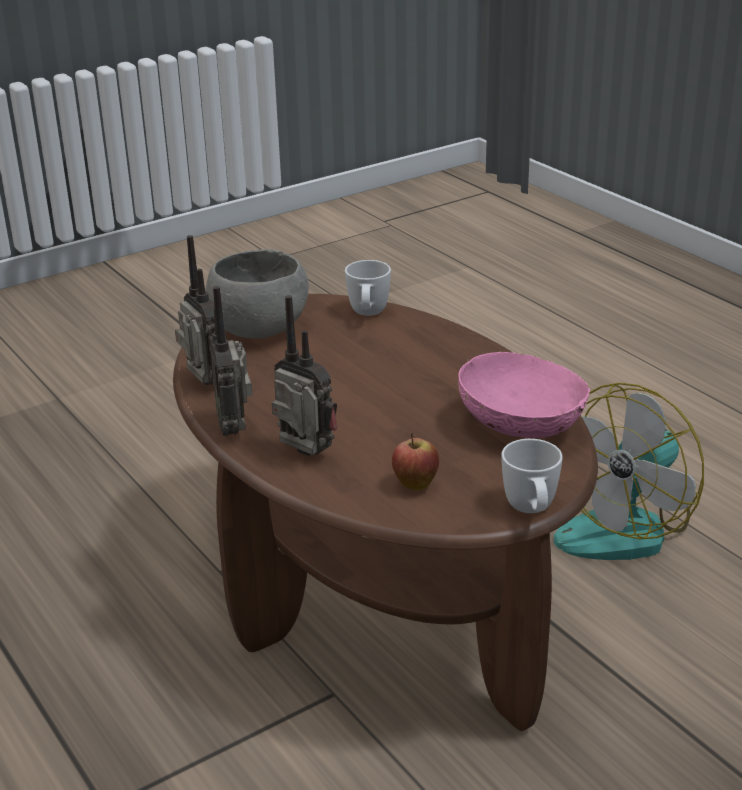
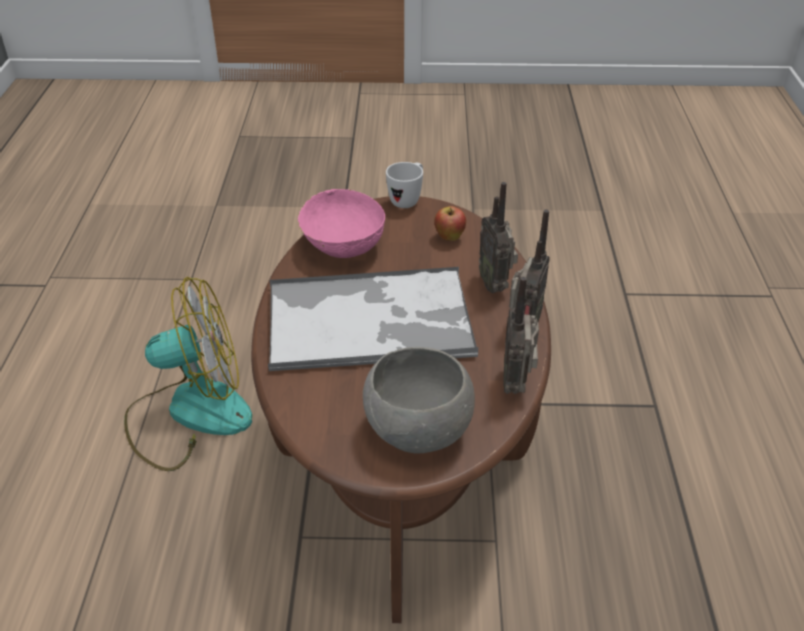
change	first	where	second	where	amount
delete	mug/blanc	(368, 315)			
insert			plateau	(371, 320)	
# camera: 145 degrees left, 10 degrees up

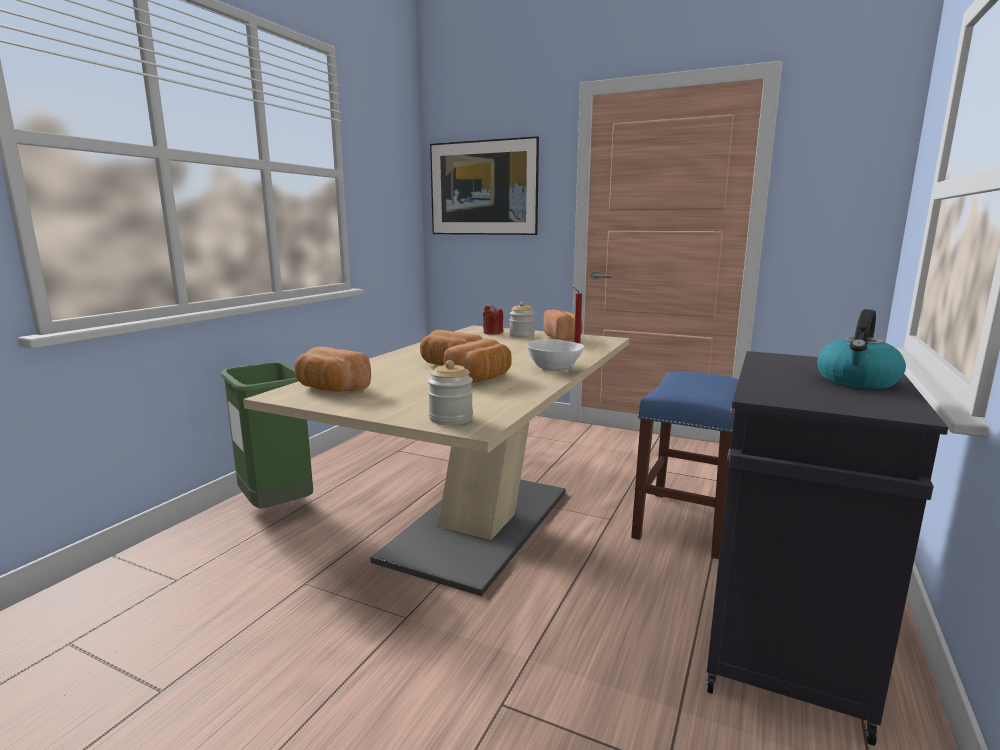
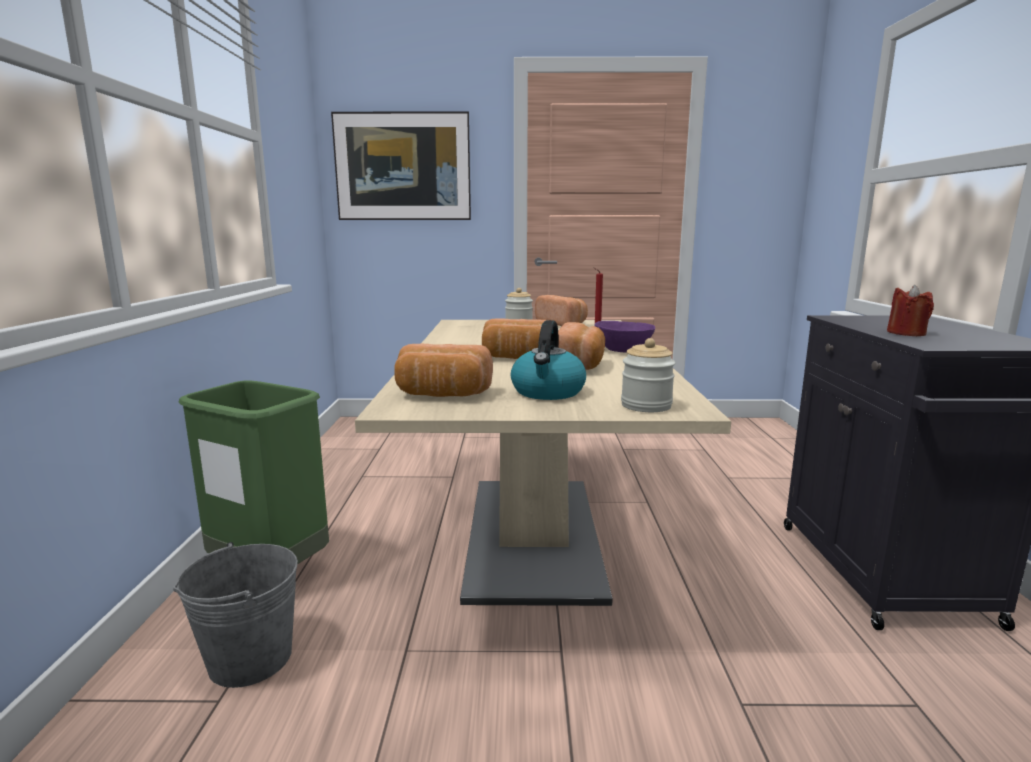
change	first	where	second	where	amount
move	bougie/rouge	(492, 332)		(906, 333)	
recolor	bol/blanc	(554, 368)	bol/violet	(624, 350)	
delete	tabouret/bleu	(685, 524)			
move	bouilloire	(857, 381)		(548, 392)	
insert			seau/gris	(250, 658)	
# camera: 25 degrees left, 0 degrees up

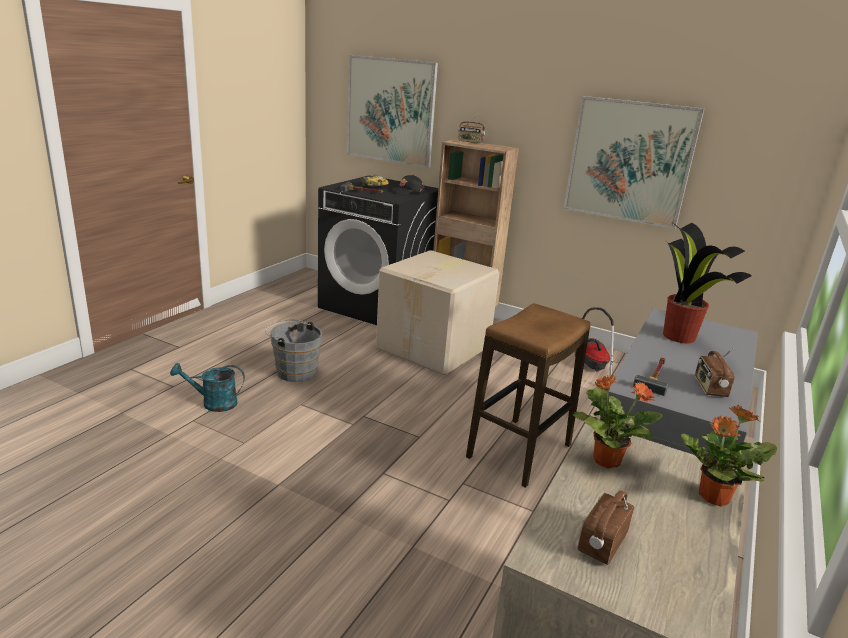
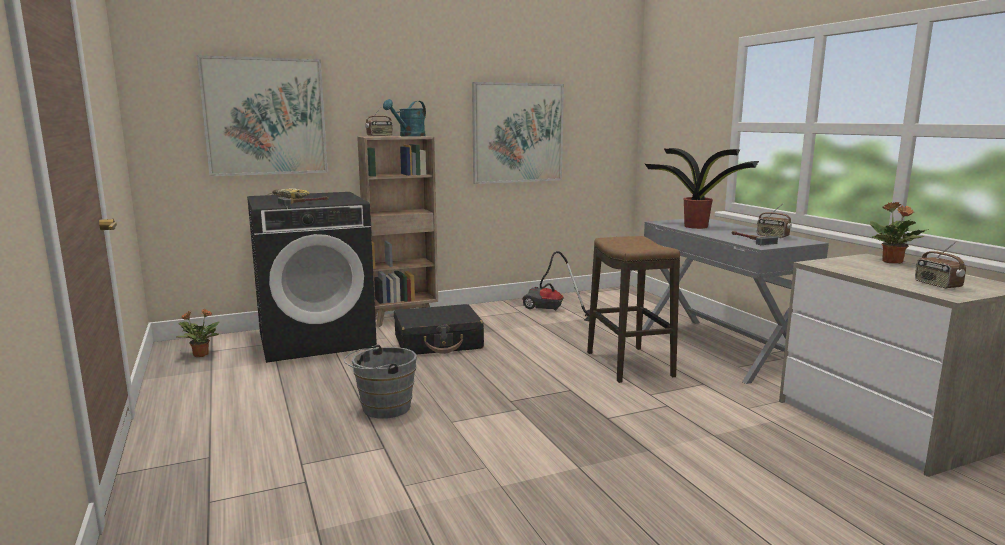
change	first	where	second	where	amount
move	arrosoir/turquoise	(213, 403)		(409, 136)	
replace	carton	(435, 348)	valise/noir	(438, 342)	
delete	casquette/noir	(407, 191)			
move	plante en pot	(605, 459)		(200, 355)	
# camera: 50 degrees left, 10 degrees down

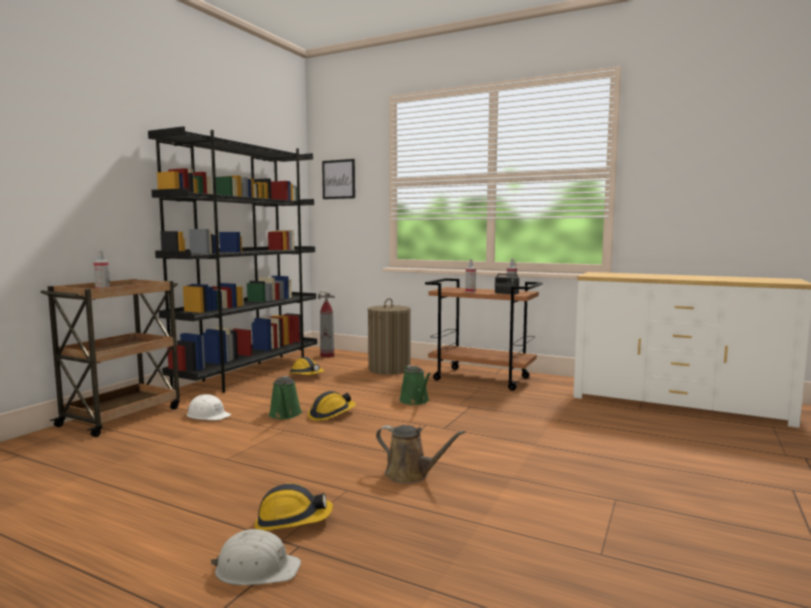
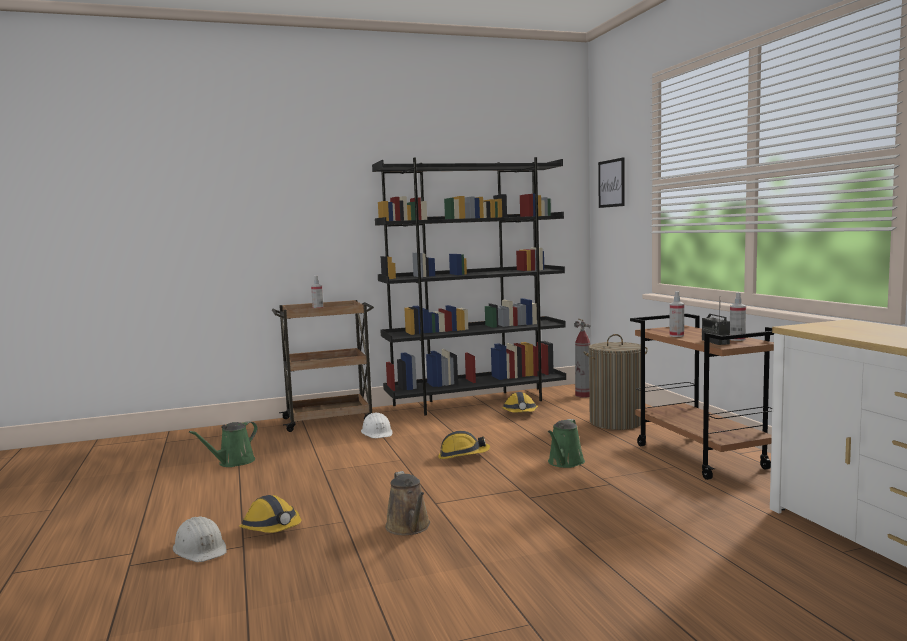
change	first	where	second	where	amount
move	arrosoir/vert	(285, 415)		(233, 462)	
# camera: 45 degrees right, 0 degrees up

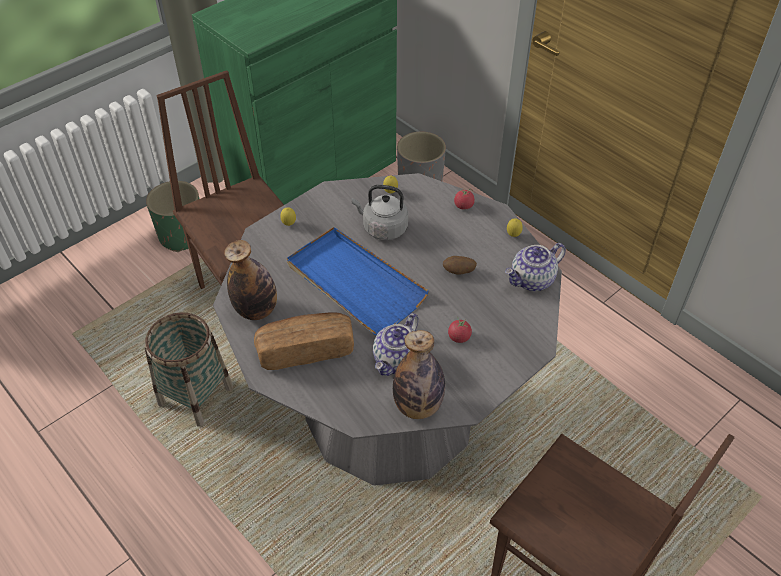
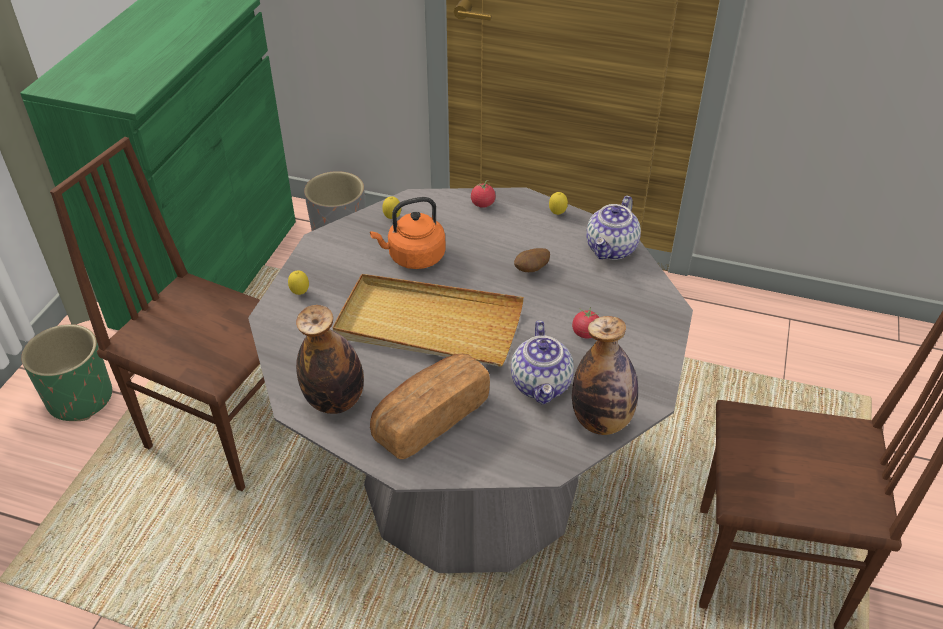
change	first	where	second	where	amount
delete	panier	(195, 396)			
recolor	plateau/bleu	(354, 283)	plateau/beige	(428, 325)	
recolor	bouilloire/gris	(382, 228)	bouilloire/orange	(413, 257)	
# camera: 30 degrees left, 5 degrees down

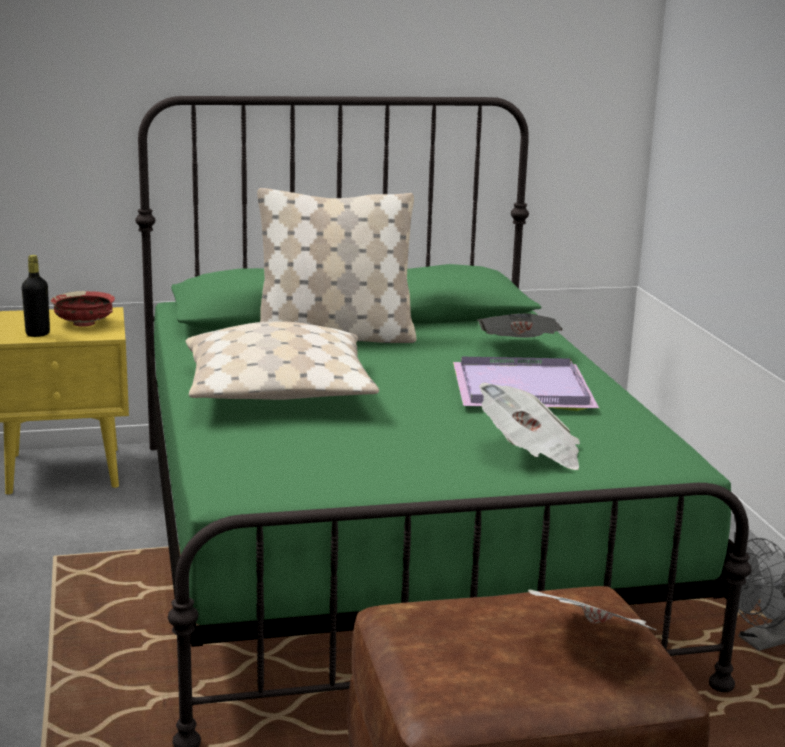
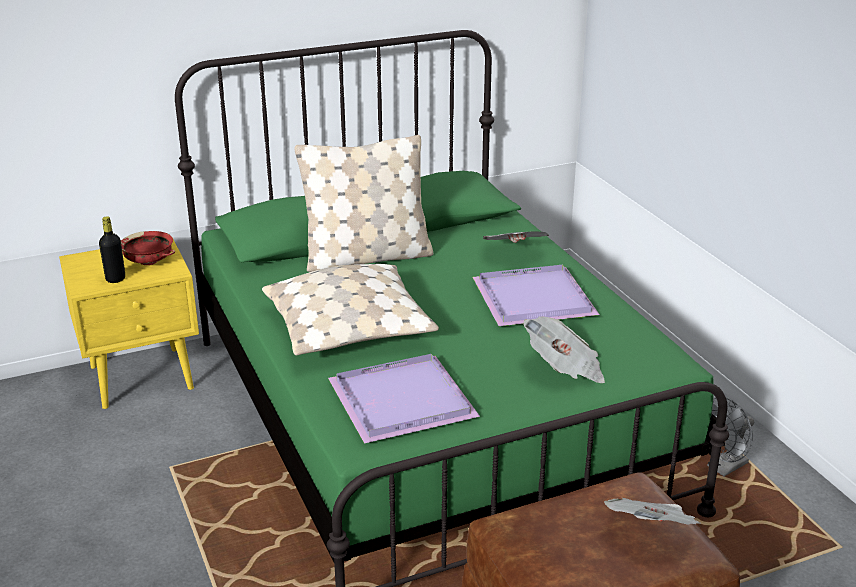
change	first	where	second	where	amount
insert			plateau/violet	(403, 399)	
# camera: 10 degrees left, 10 degrees up

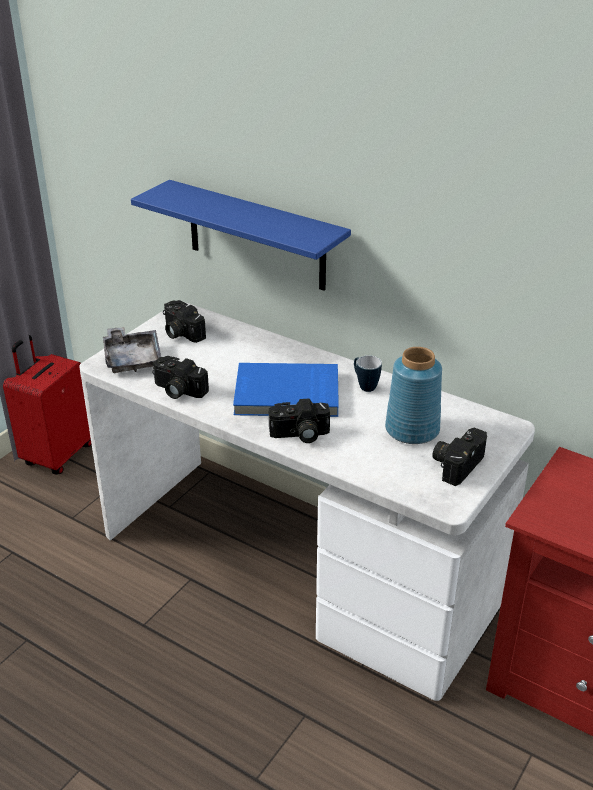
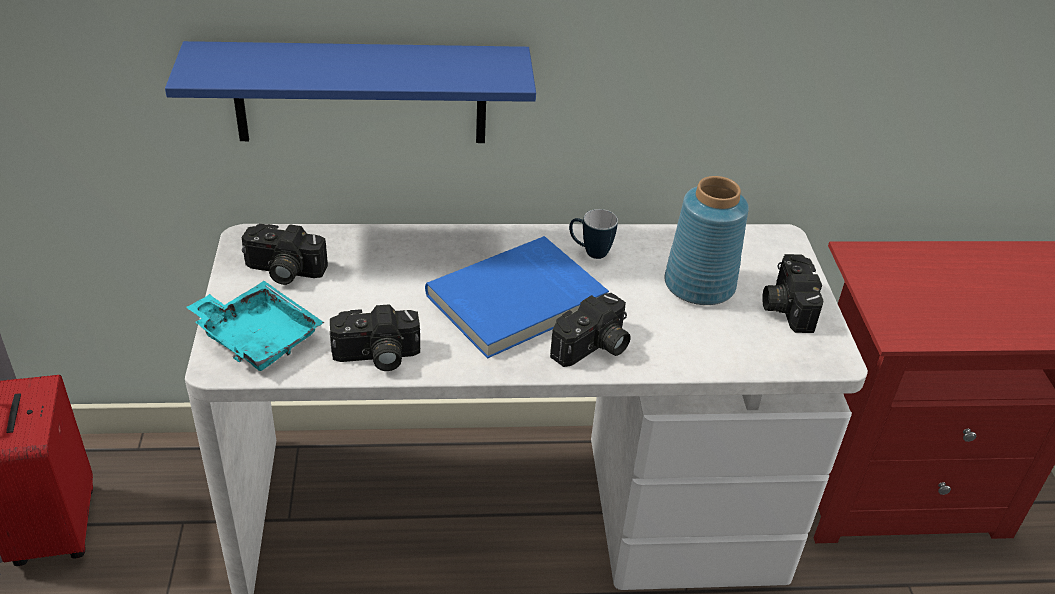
change	first	where	second	where	amount
recolor	plateau/gris	(132, 358)	plateau/turquoise	(257, 337)	
# camera: 40 degrees left, 5 degrees up

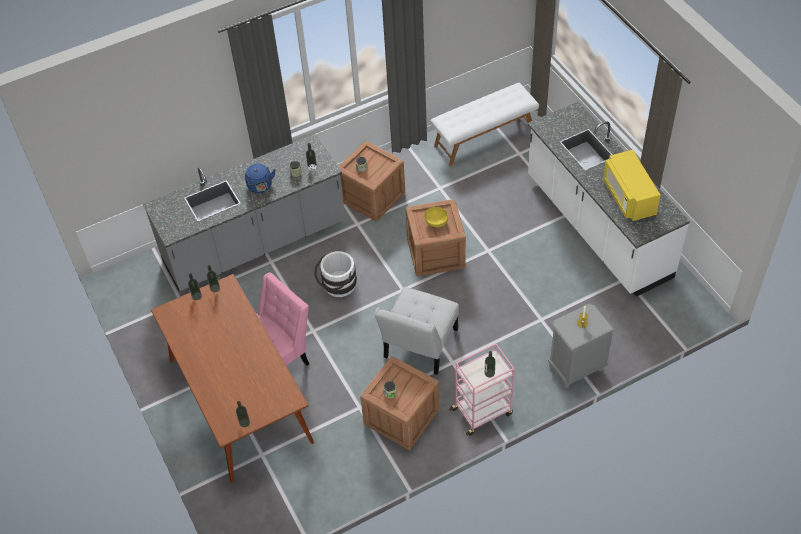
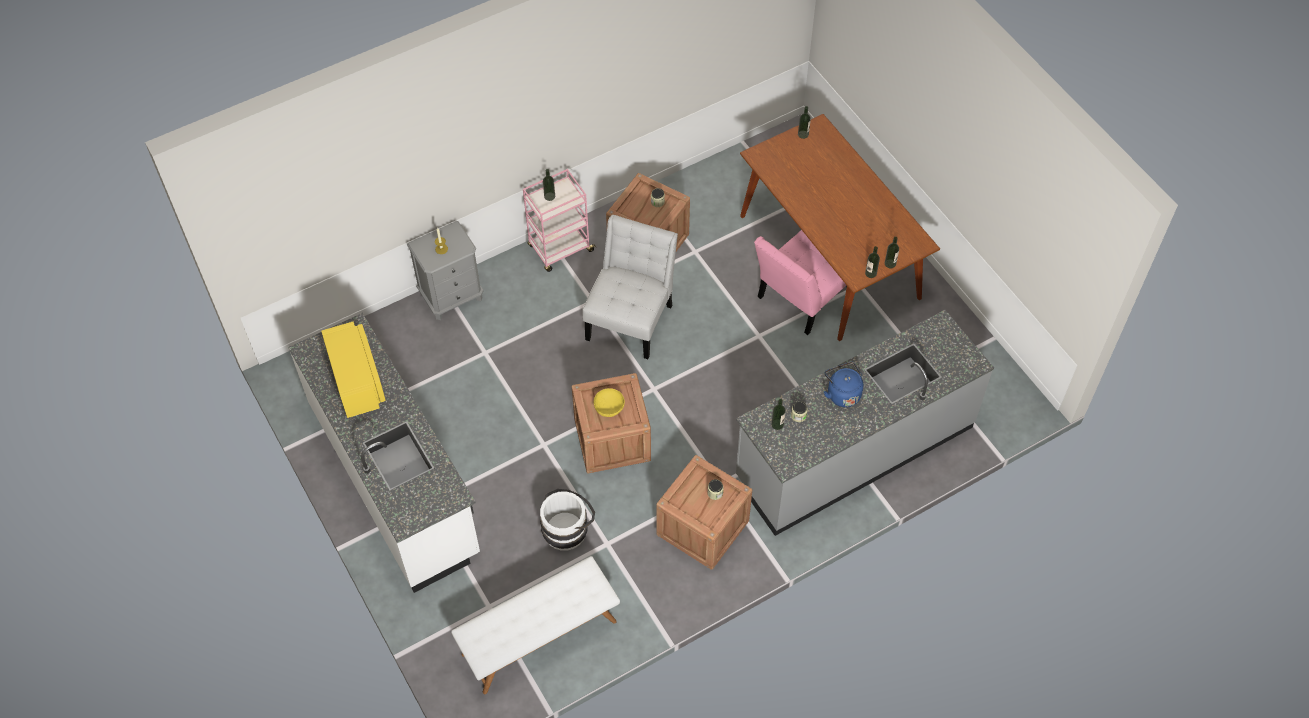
change	first	where	second	where	amount
move	seau/blanc	(337, 286)		(568, 528)	
# camera: 175 degrees right, 5 degrees up

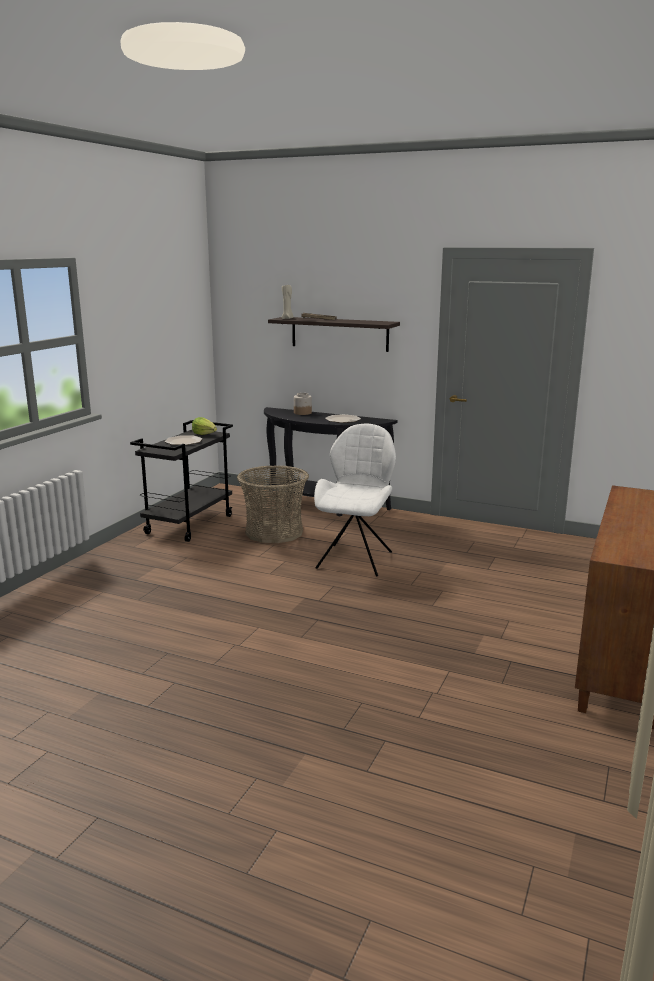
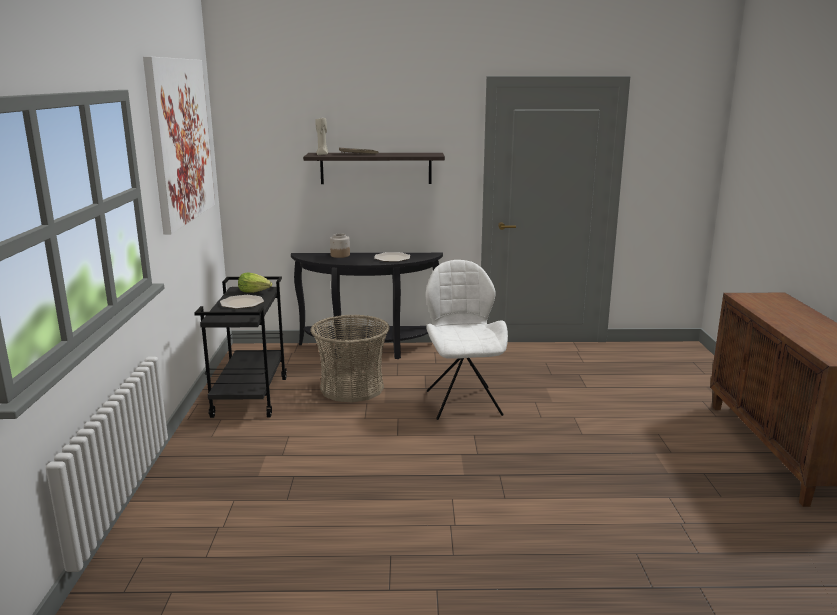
change	first	where	second	where	amount
insert			tableau	(180, 141)	
# camera: 25 degrees left, 0 degrees up

